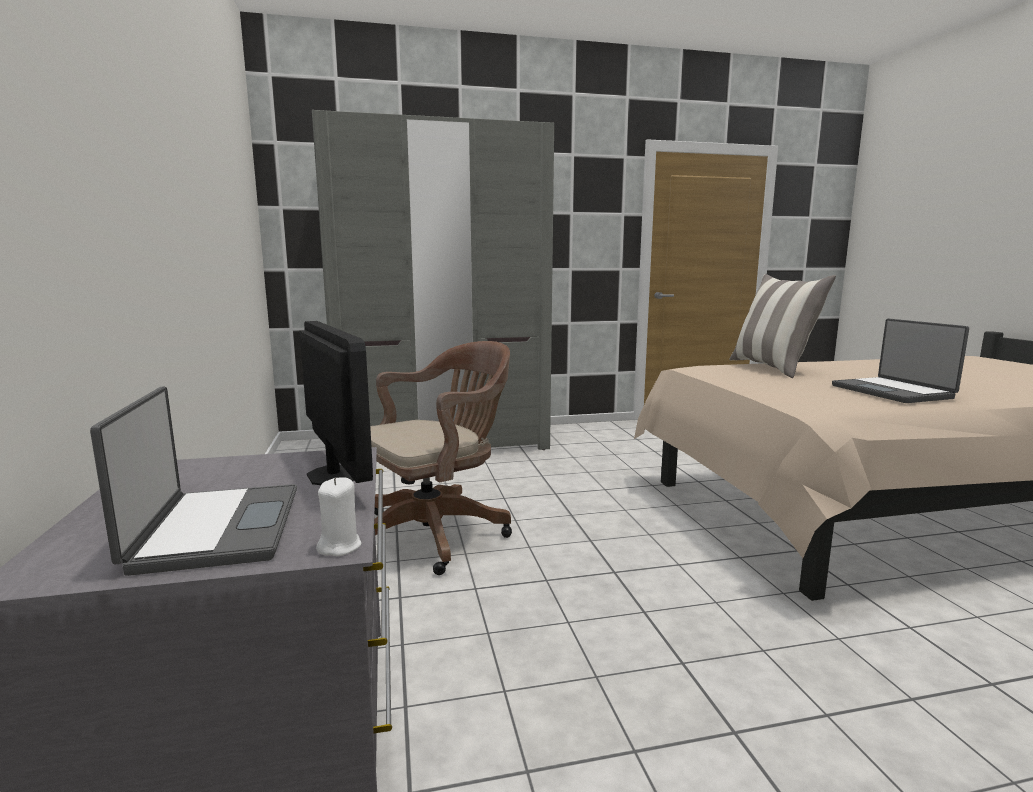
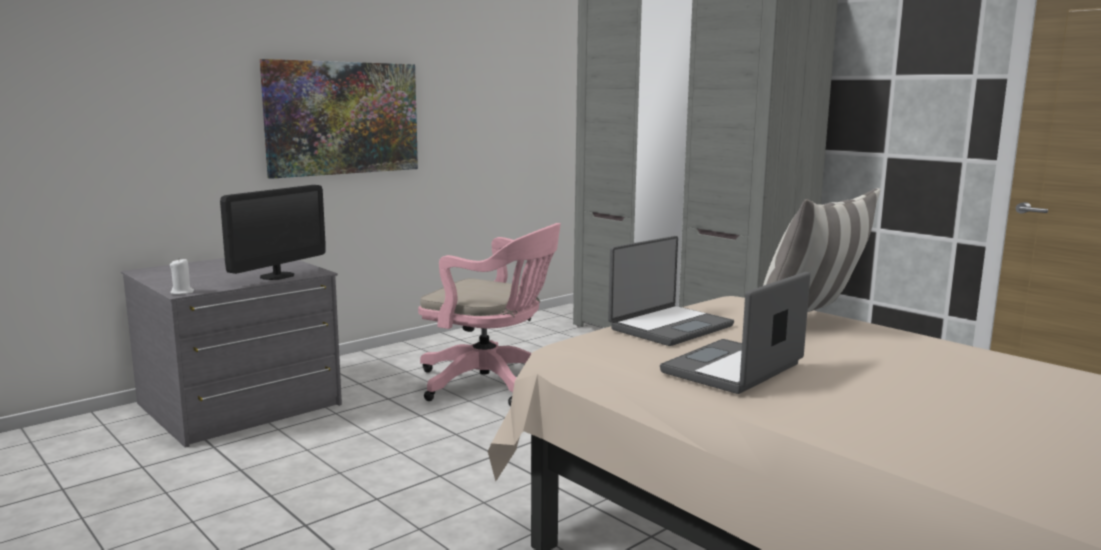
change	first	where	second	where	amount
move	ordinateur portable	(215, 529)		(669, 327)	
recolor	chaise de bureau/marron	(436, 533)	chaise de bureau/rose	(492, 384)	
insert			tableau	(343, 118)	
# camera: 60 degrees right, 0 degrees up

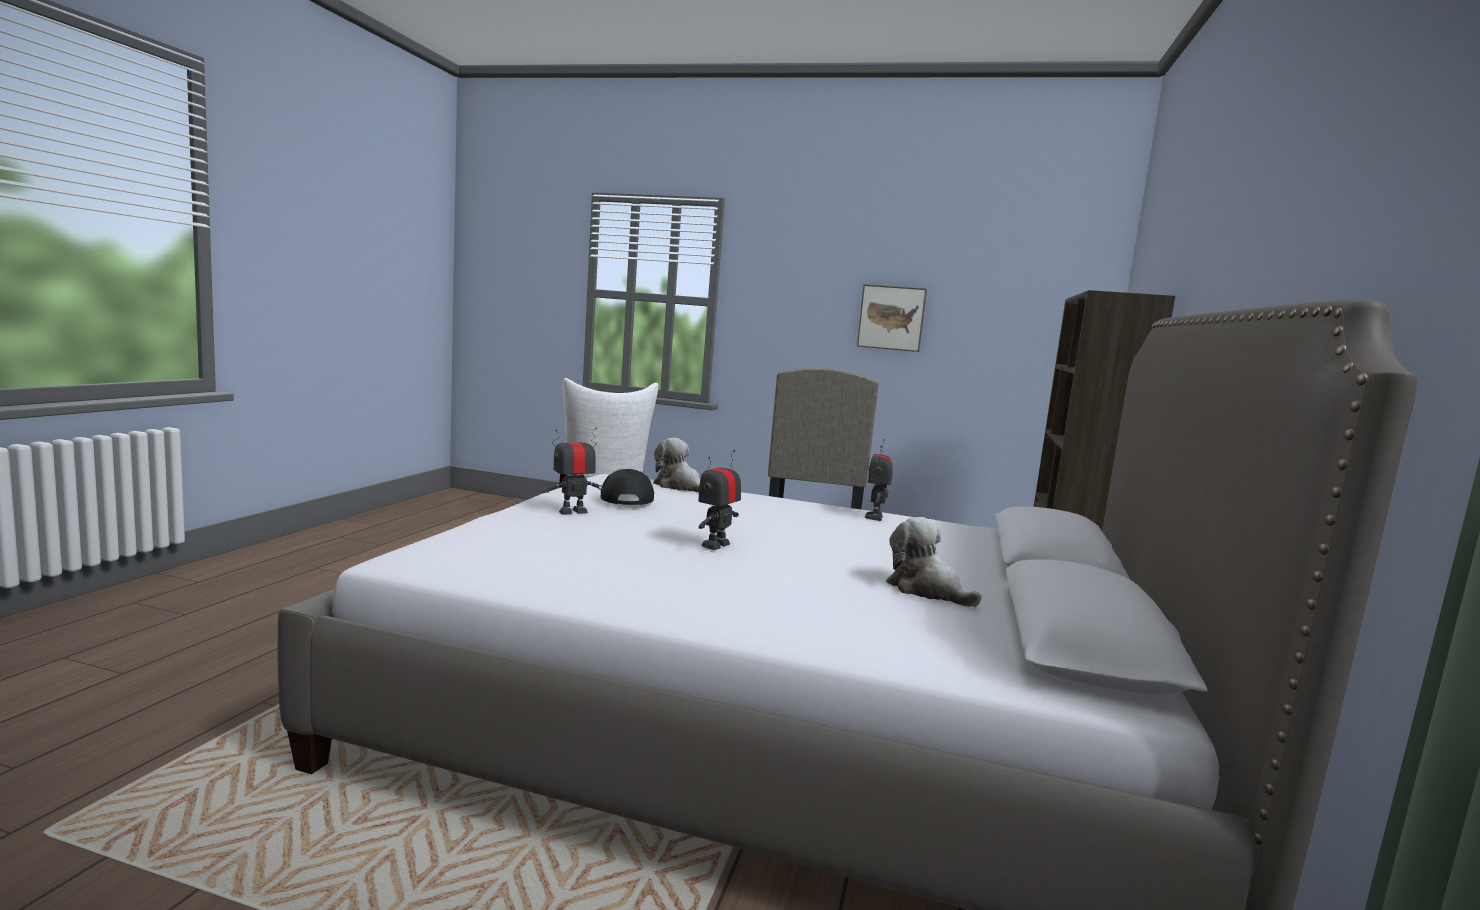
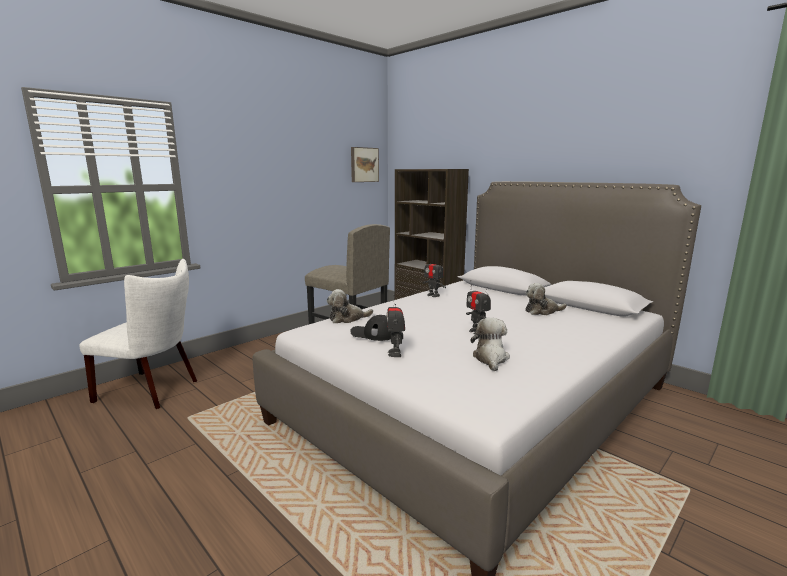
change	first	where	second	where	amount
move	tableau	(891, 318)		(364, 165)	
insert			peluche	(490, 358)	
# camera: 60 degrees left, 5 degrees up

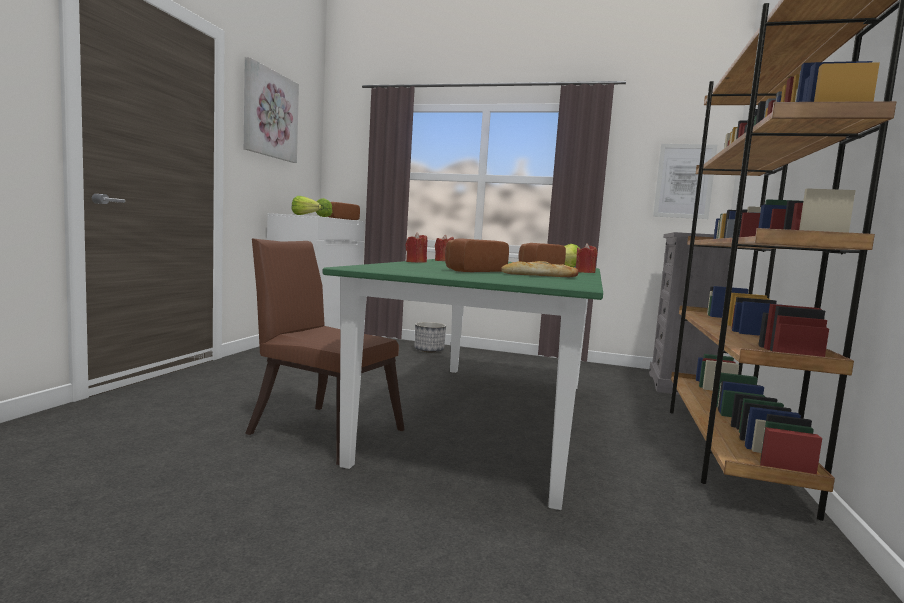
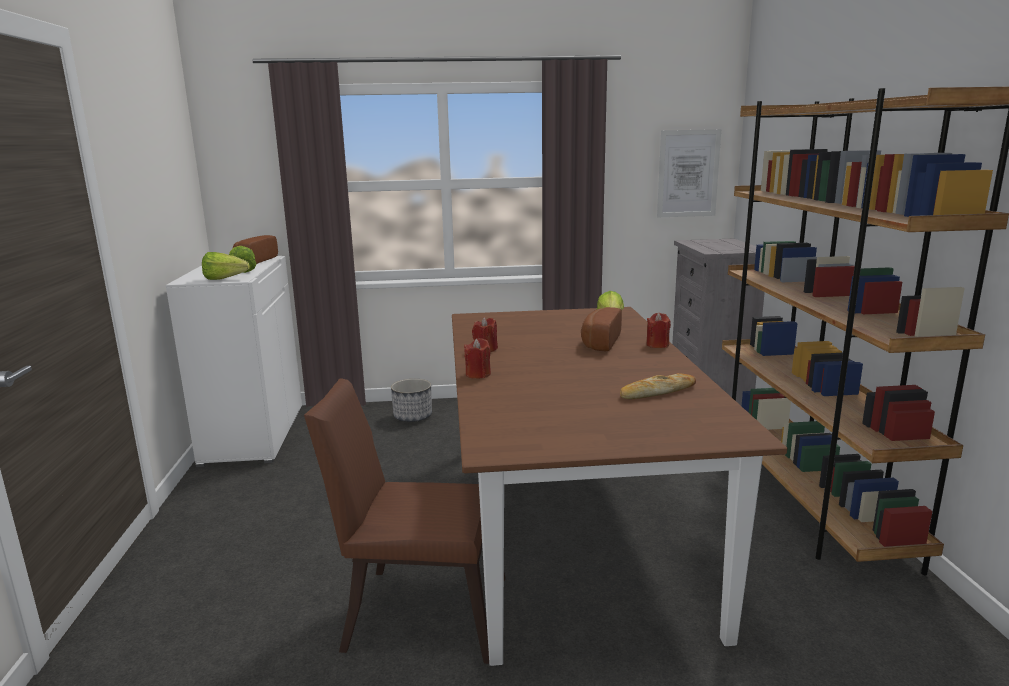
change	first	where	second	where	amount
delete	tableau	(270, 114)			
recolor	table à manger/vert	(487, 417)	table à manger/marron	(569, 524)	
delete	pain	(472, 270)			
# camera: 20 degrees left, 10 degrees up

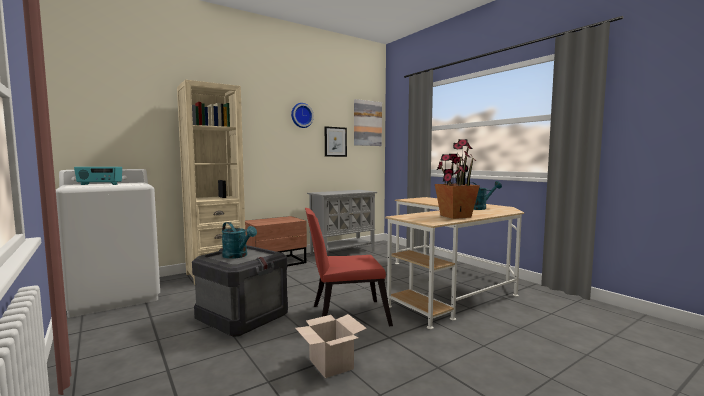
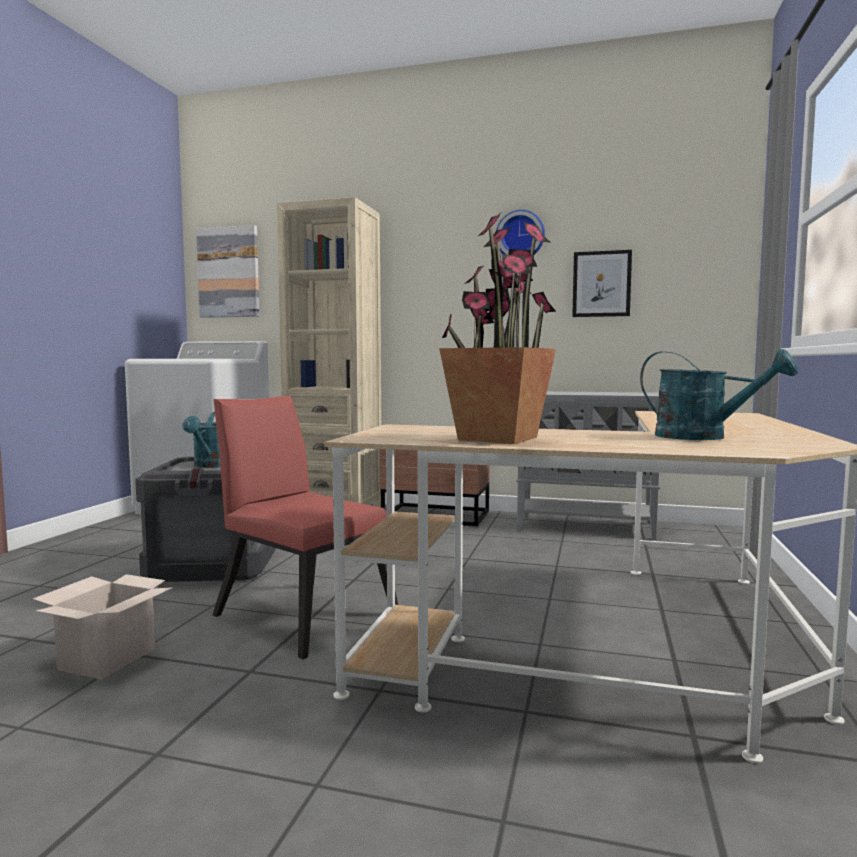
change	first	where	second	where	amount
delete	radio	(99, 184)			
move	tableau	(367, 123)		(229, 272)	
# camera: 50 degrees right, 0 degrees up

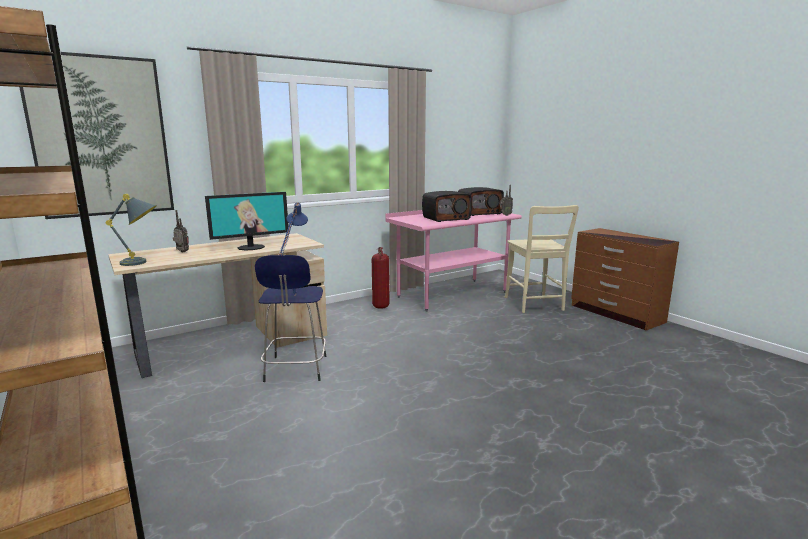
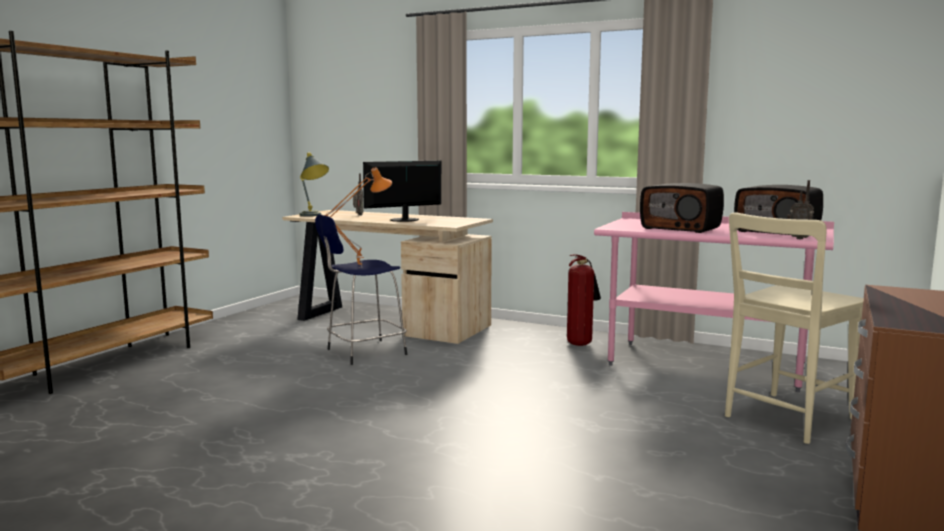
change	first	where	second	where	amount
delete	tableau	(101, 137)			
rotate	écran d'ordinateur	(251, 247)		(404, 220)	120 degrees clockwise
recolor	lampe de table/bleu	(293, 295)	lampe de table/orange	(360, 267)	
# camera: 60 degrees right, 5 degrees down

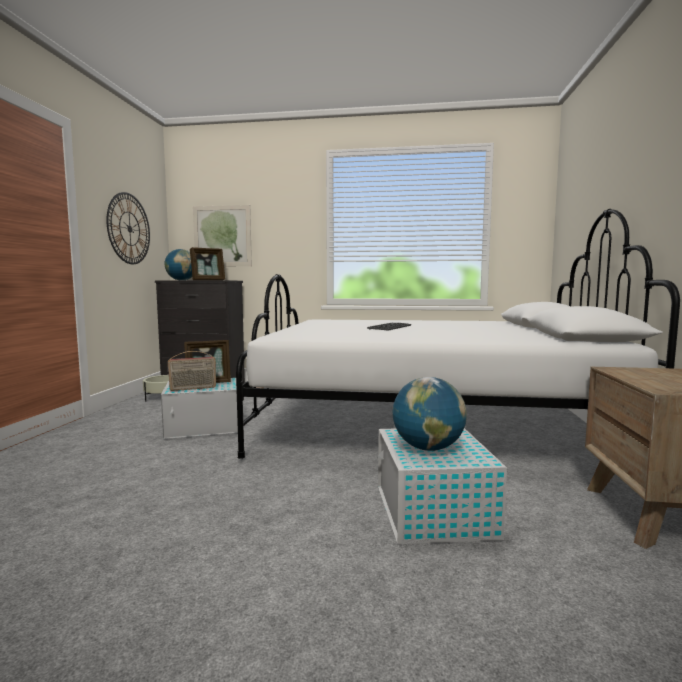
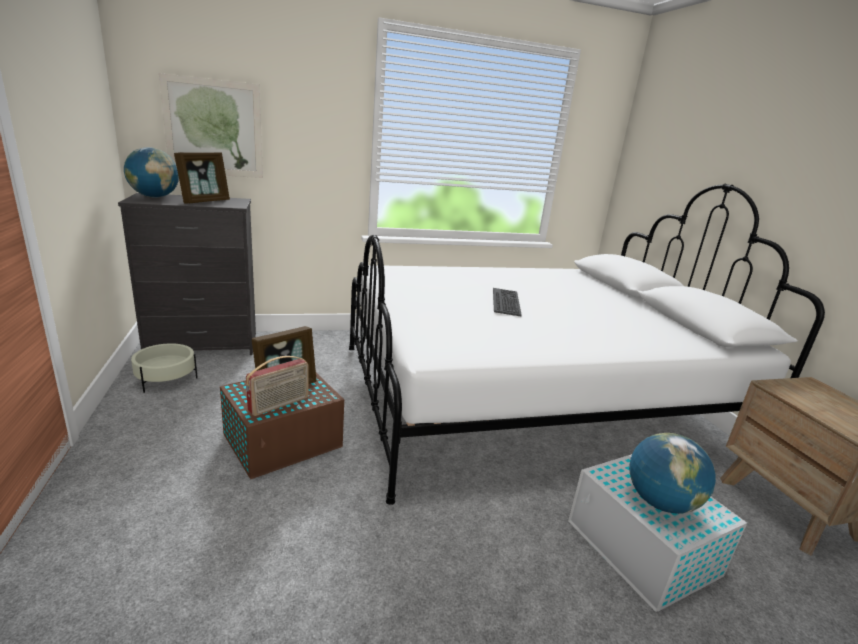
change	first	where	second	where	amount
delete	horloge murale	(129, 228)			
recolor	boîte de rangement/blanc	(205, 426)	boîte de rangement/marron	(284, 440)	
# camera: 25 degrees left, 15 degrees up

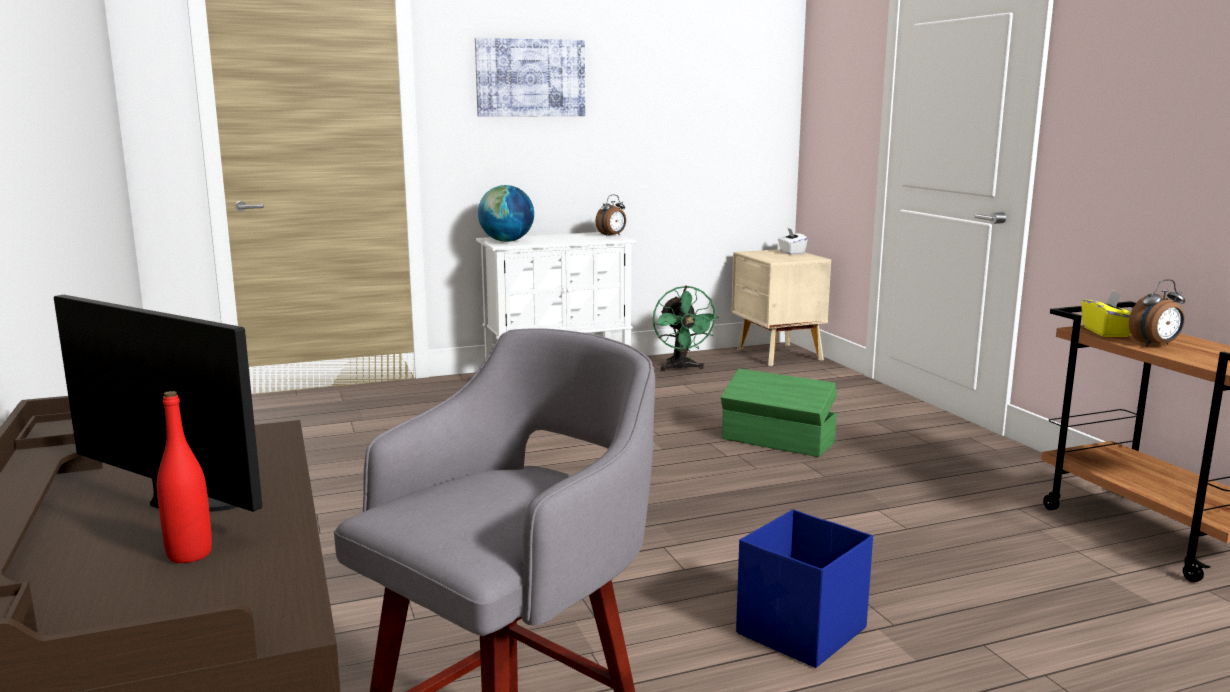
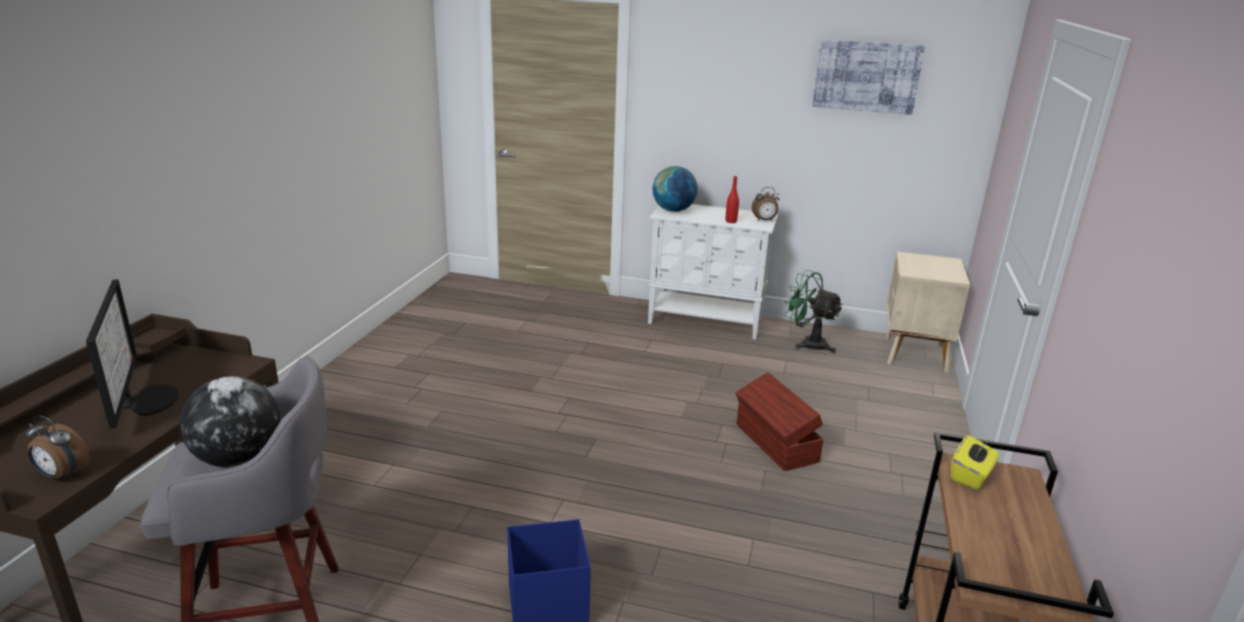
change	first	where	second	where	amount
move	bouteille/rouge	(189, 554)		(731, 221)	
move	tableau	(530, 78)		(866, 76)	
rotate	ventilateur/vert	(681, 368)		(807, 343)	105 degrees clockwise
recolor	boîte de rangement/vert	(778, 441)	boîte de rangement/marron	(775, 443)	
delete	boîte à mouchoirs/blanc	(791, 252)			
move	réveil	(1155, 345)		(62, 475)	
insert			globe	(238, 458)	
# camera: 35 degrees right, 10 degrees up

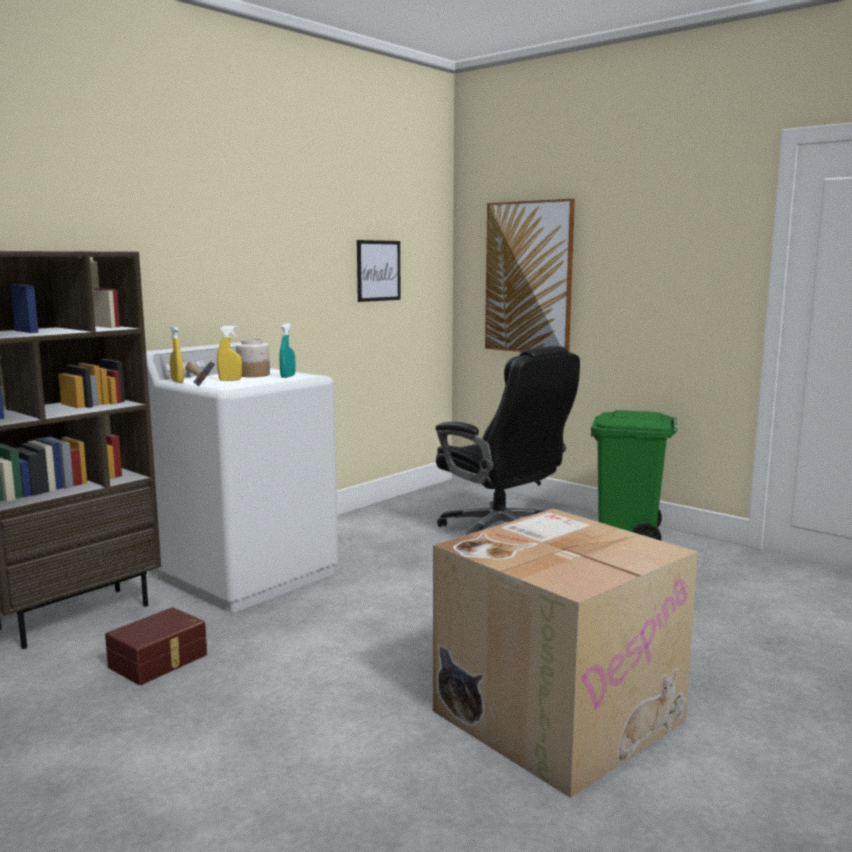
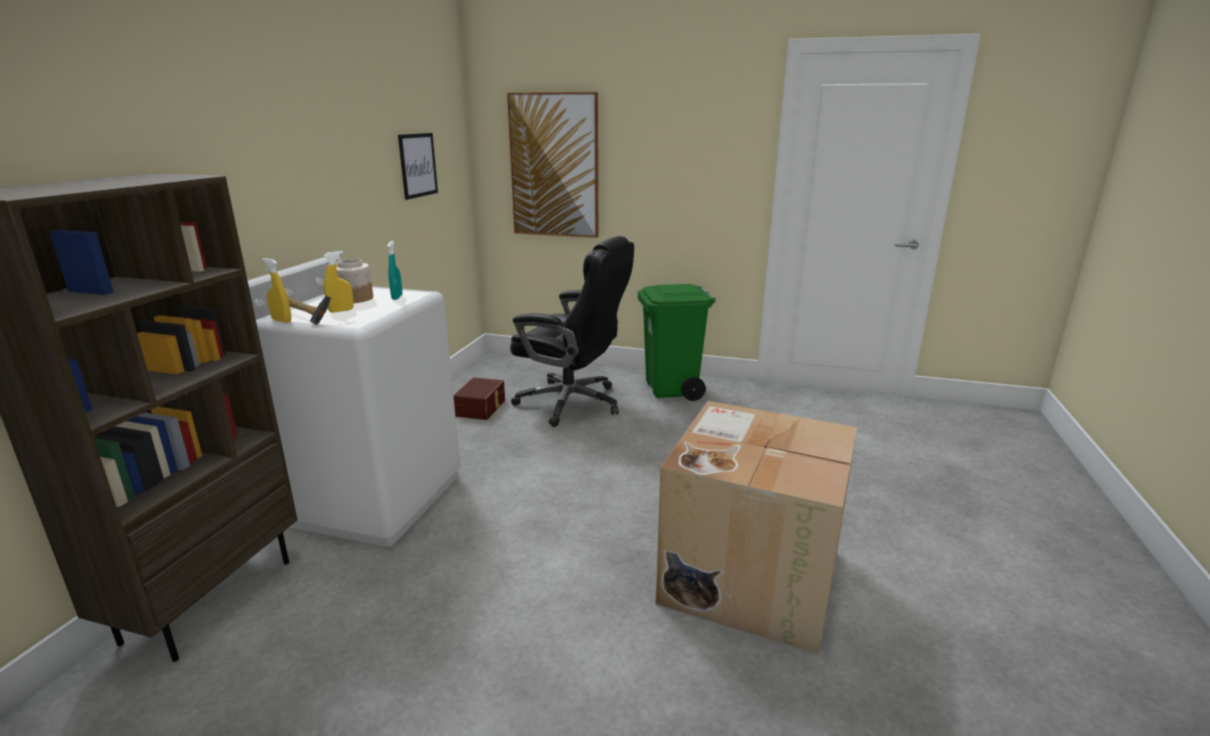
change	first	where	second	where	amount
move	boîte de rangement/marron	(159, 661)		(482, 408)	
# camera: 25 degrees left, 10 degrees up

